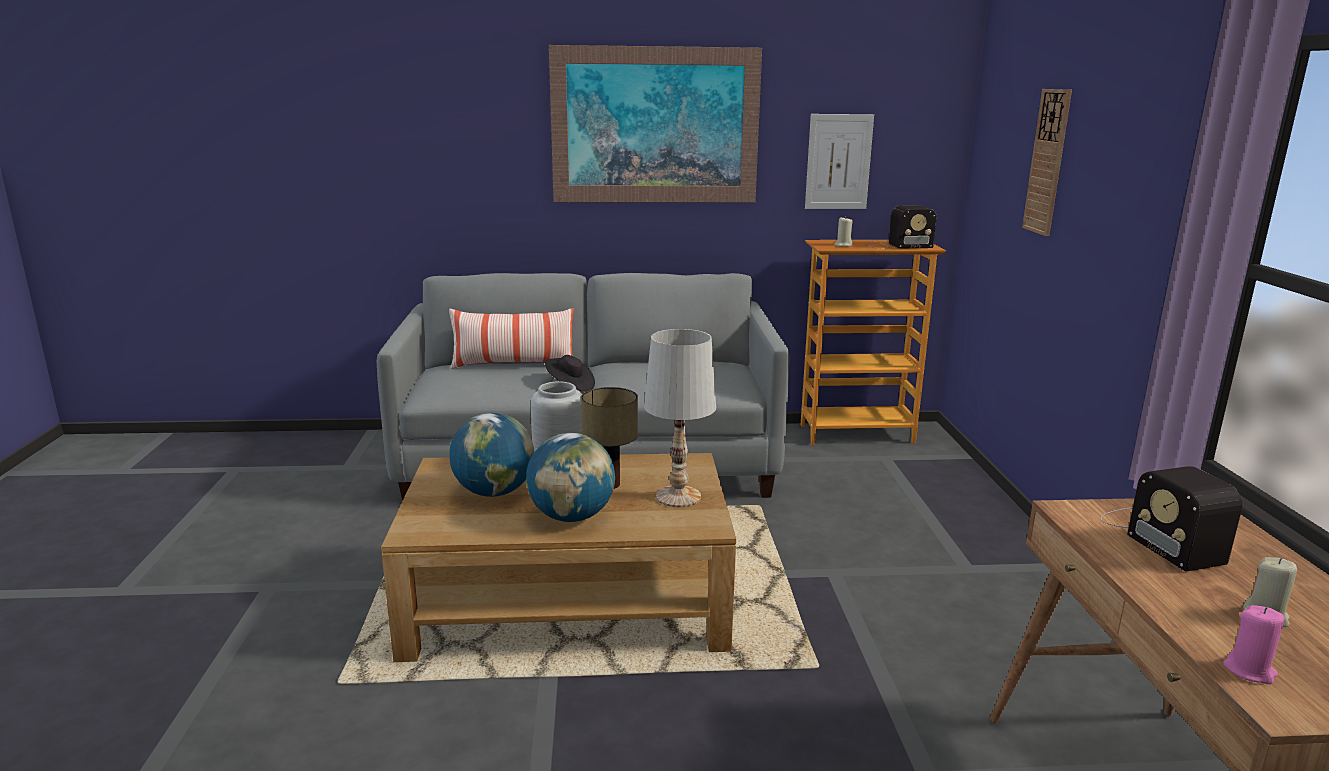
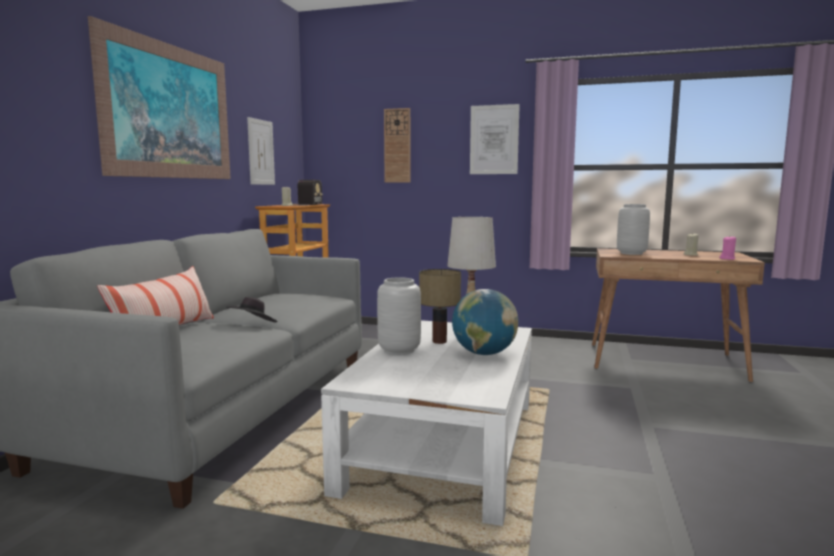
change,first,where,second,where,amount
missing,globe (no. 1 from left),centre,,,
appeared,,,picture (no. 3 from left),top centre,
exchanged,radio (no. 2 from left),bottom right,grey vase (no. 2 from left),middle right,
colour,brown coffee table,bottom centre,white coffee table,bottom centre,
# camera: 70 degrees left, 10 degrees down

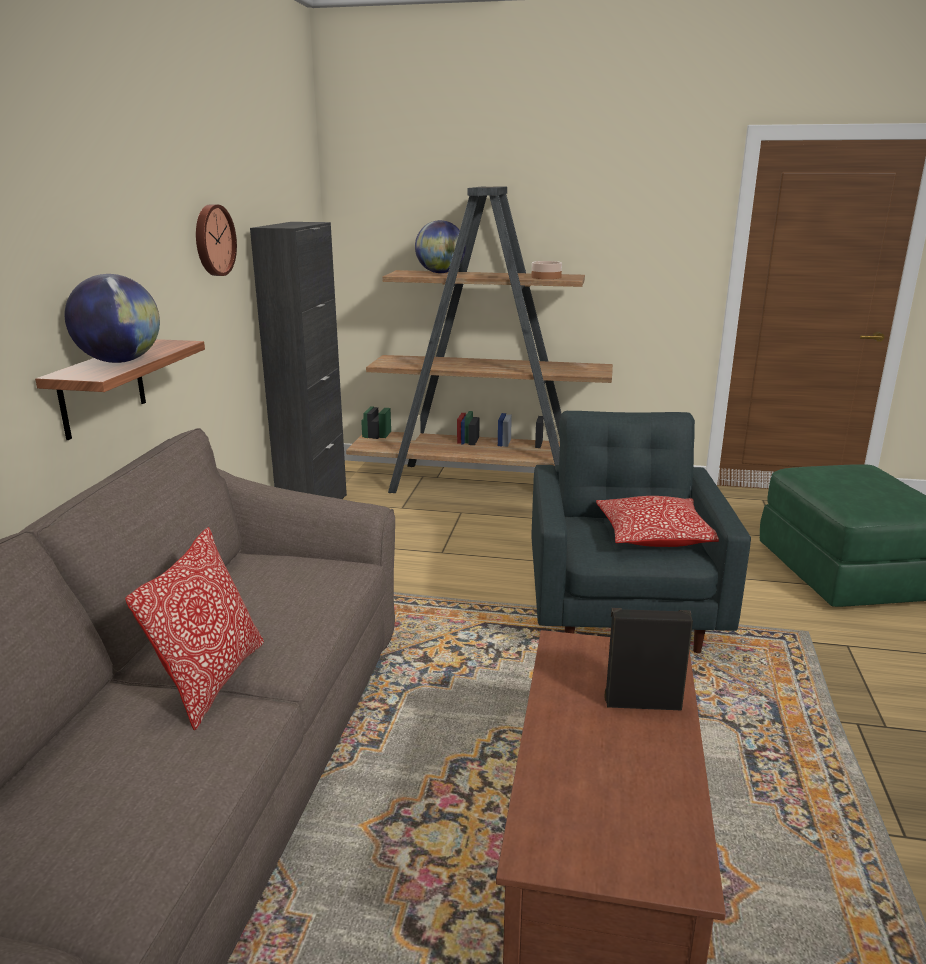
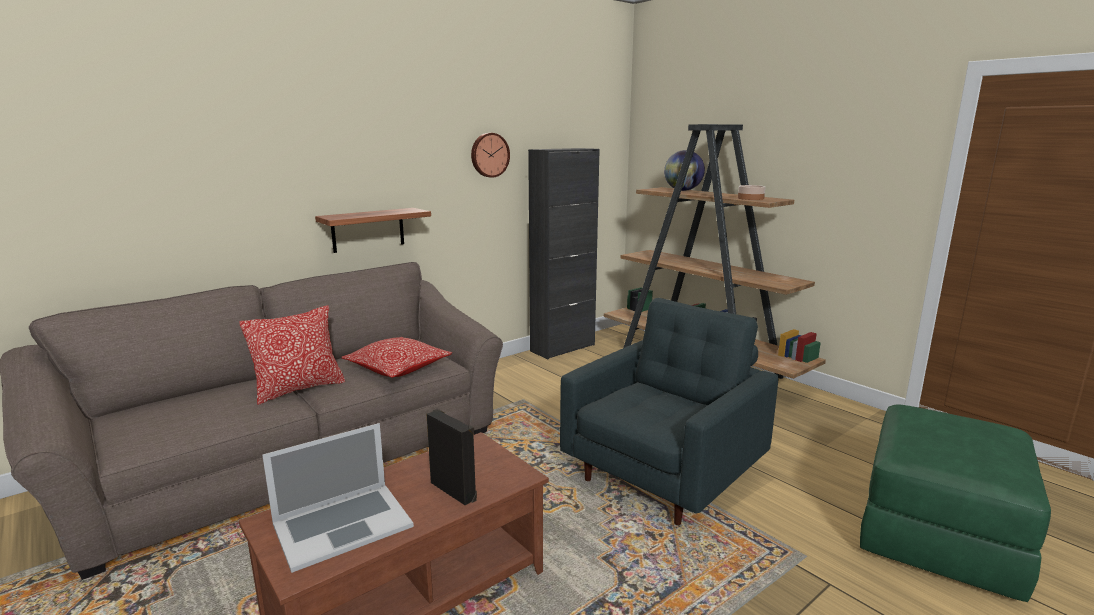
change,first,where,second,where,amount
missing,globe (no. 1 from left),top left,,,
appeared,,,laptop,bottom left,
relocated,pillow (no. 2 from left),middle right,,centre,
# camera: 40 degrees right, 5 degrees down

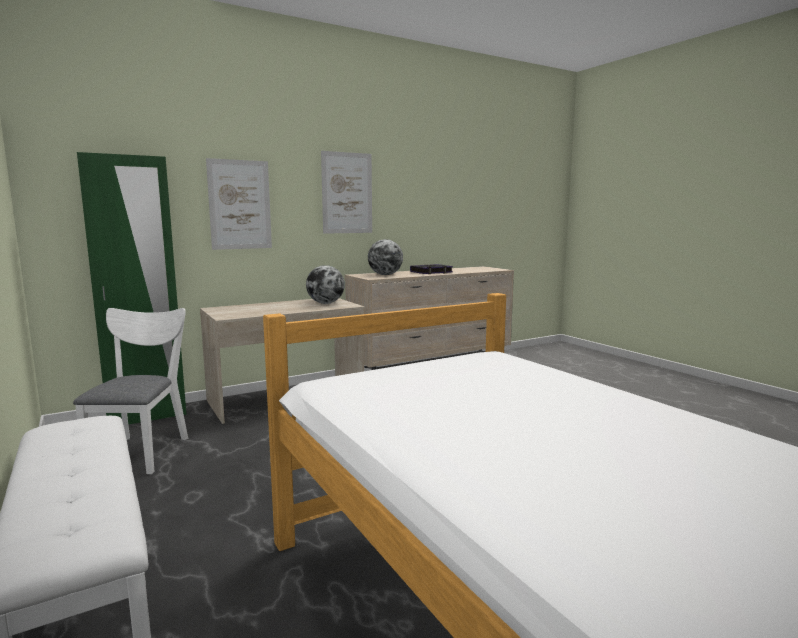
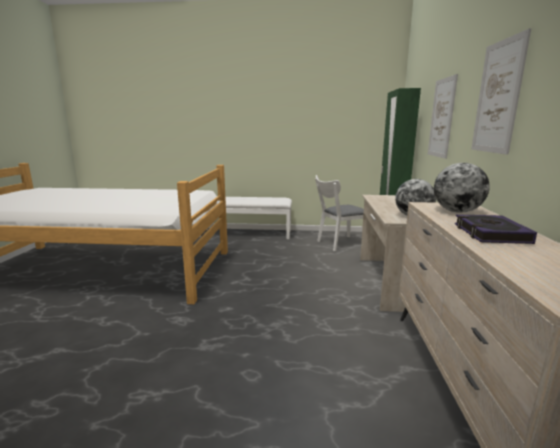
change,first,where,second,where,amount
spun,white chair,middle left,,centre,120 degrees clockwise
# camera: 125 degrees right, 5 degrees up

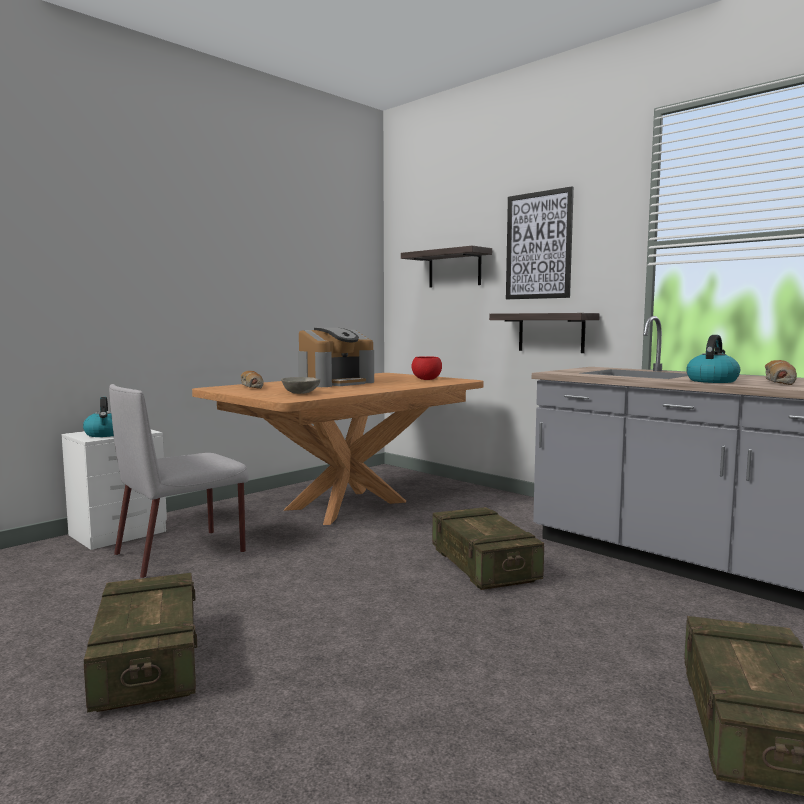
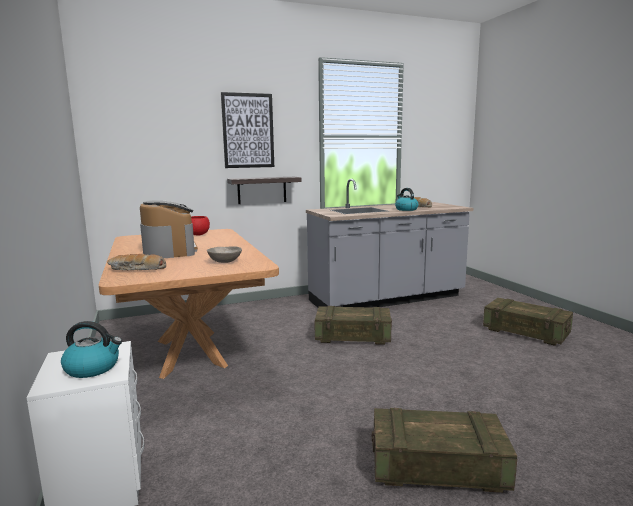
change,first,where,second,where,amount
missing,grey chair,middle left,,,
missing,shelf (no. 1 from left),top centre,,,
# camera: 65 degrees left, 5 degrees up

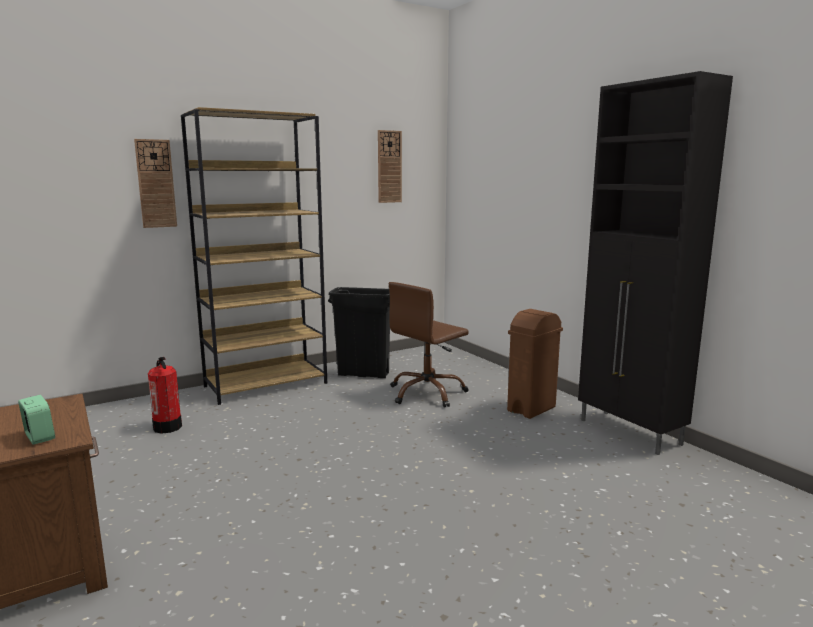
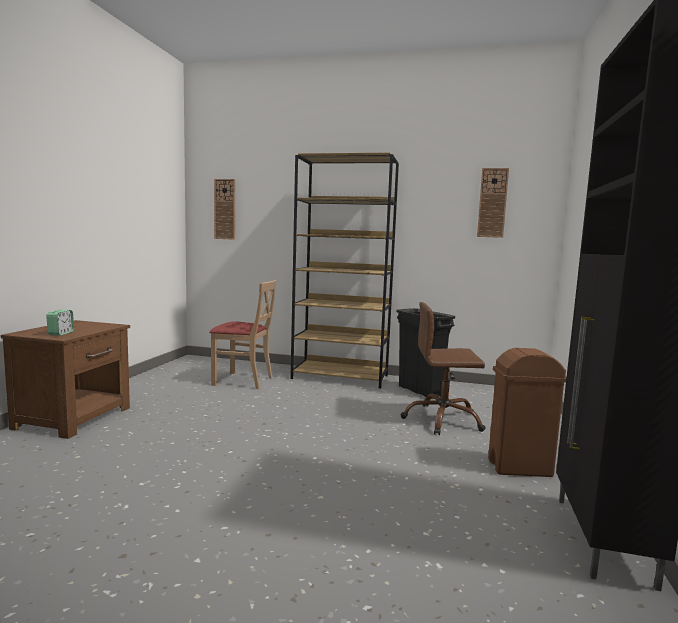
change,first,where,second,where,amount
relocated,wall clock (no. 1 from left),top left,,middle left,
exchanged,fire extinguisher,middle left,beige chair,centre,
# camera: 45 degrees right, 5 degrees down

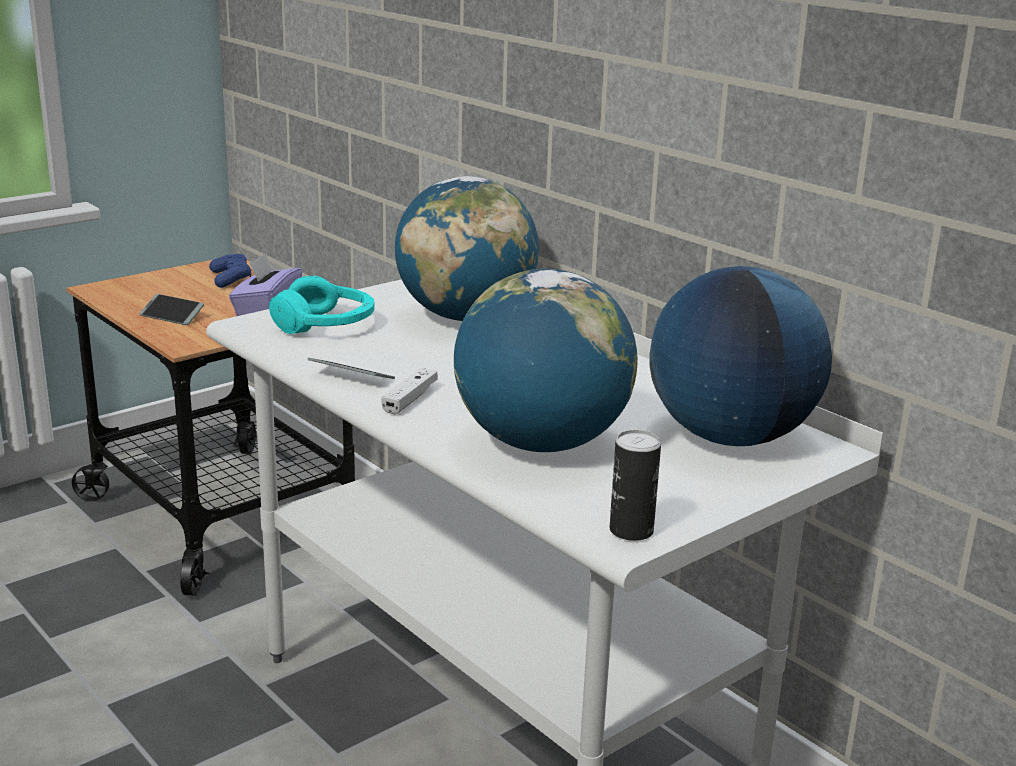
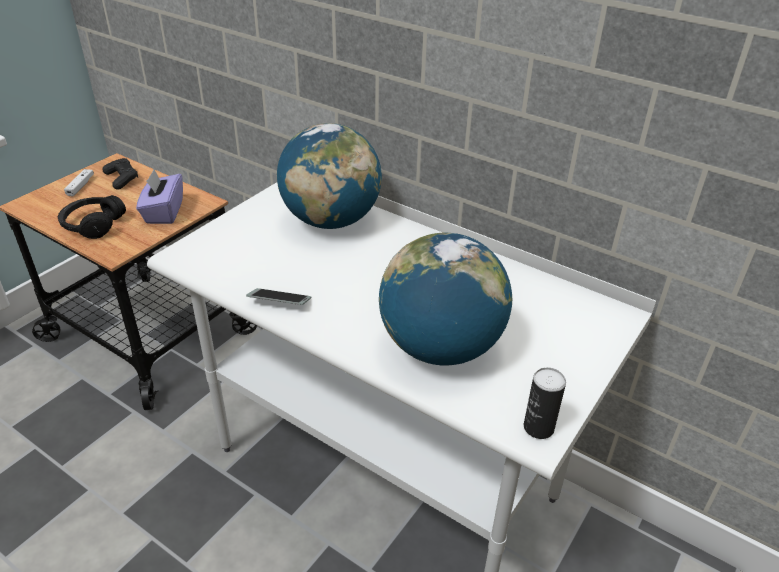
change,first,where,second,where,amount
missing,turquoise headphones,middle left,,,
missing,globe (no. 3 from left),middle right,,,
relocated,white game controller,centre,,top left,
exchanged,phone (no. 1 from left),middle left,black headphones,middle left,
colour,blue game controller,middle left,black game controller,top left,
# camera: 15 degrees left, 15 degrees up

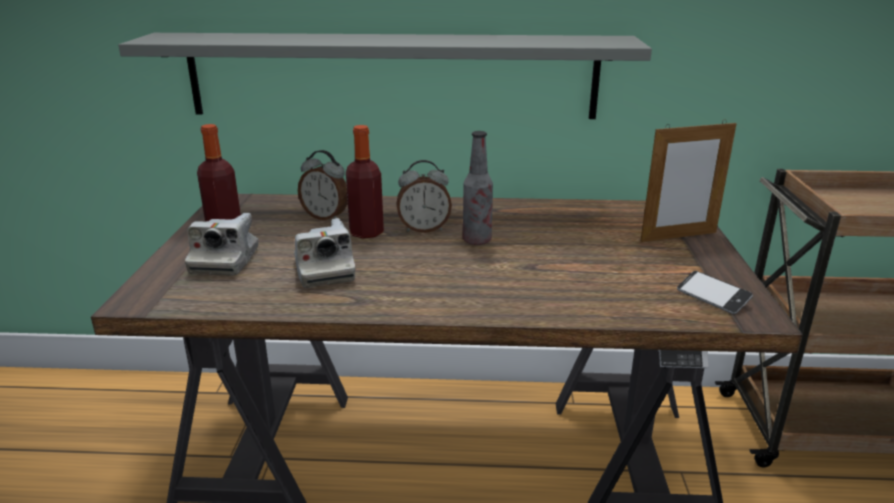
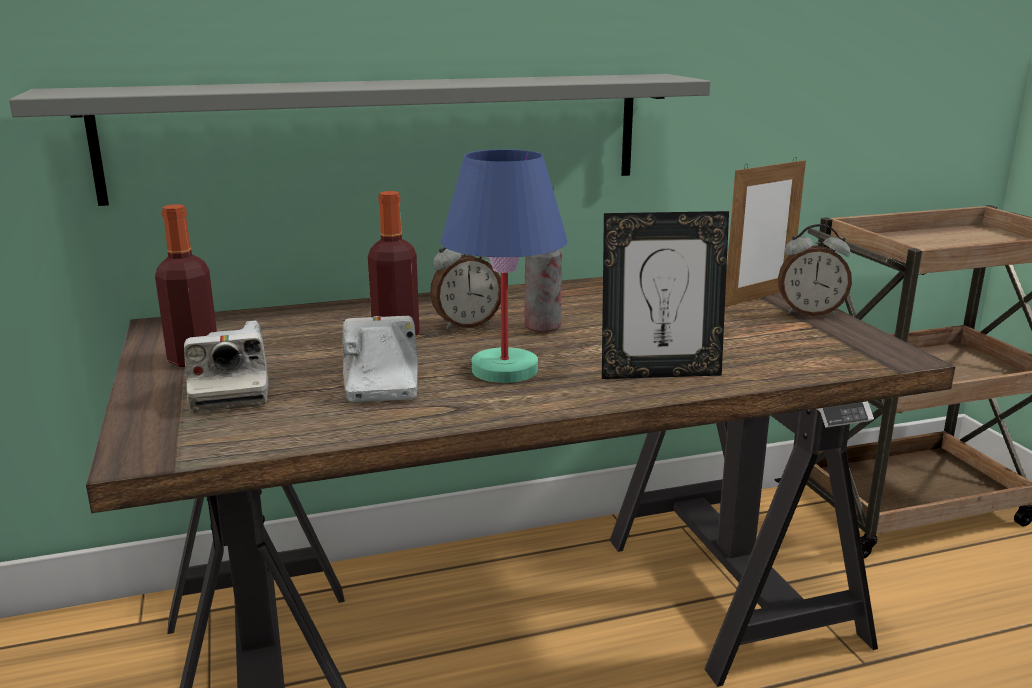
change,first,where,second,where,amount
missing,phone,middle right,,,
appeared,,,blue table lamp,centre,
appeared,,,picture frame (no. 1 from left),centre,
relocated,alarm clock (no. 1 from left in the first image),centre,alarm clock (no. 2 from left),middle right,
spun,photo camera (no. 2 from left),centre,,centre,150 degrees counterclockwise
# camera: 20 degrees left, 5 degrees down

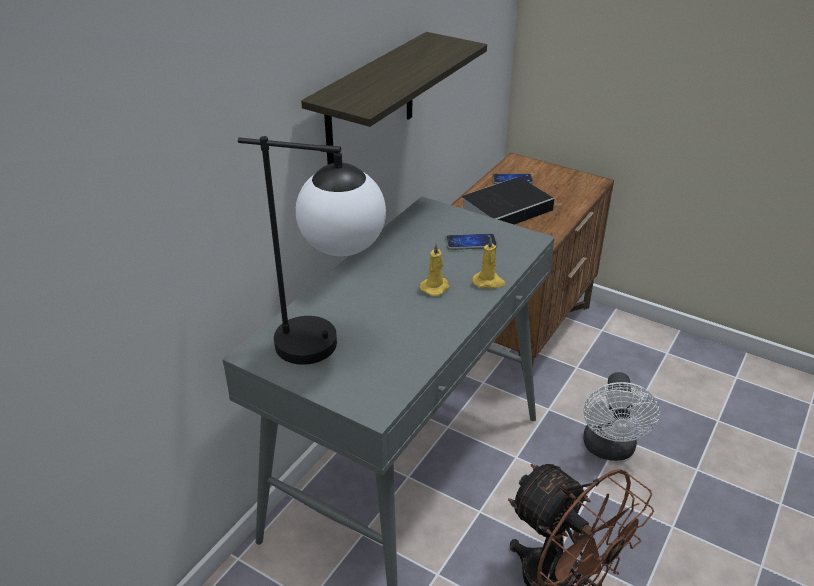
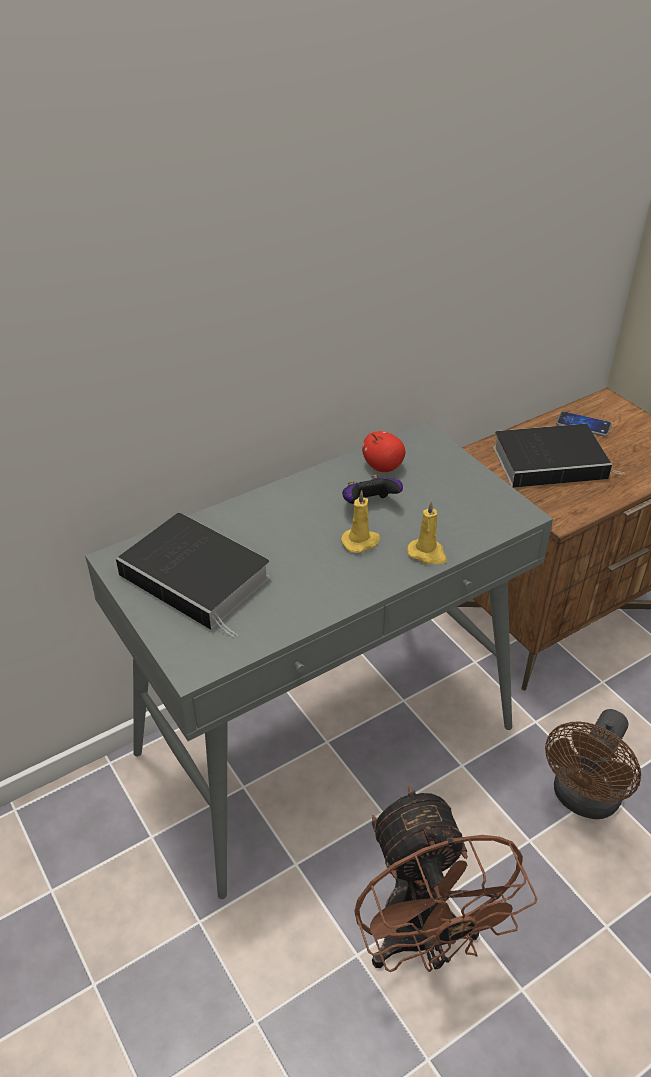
change,first,where,second,where,amount
missing,shelf,top centre,,,
missing,phone (no. 1 from left),centre,,,
appeared,,,game controller,centre,
appeared,,,apple,centre,
exchanged,table lamp,centre,book (no. 1 from left),middle left,
colour,white fan,bottom right,brown fan (no. 2 from left),bottom right,
# camera: 25 degrees right, 5 degrees up

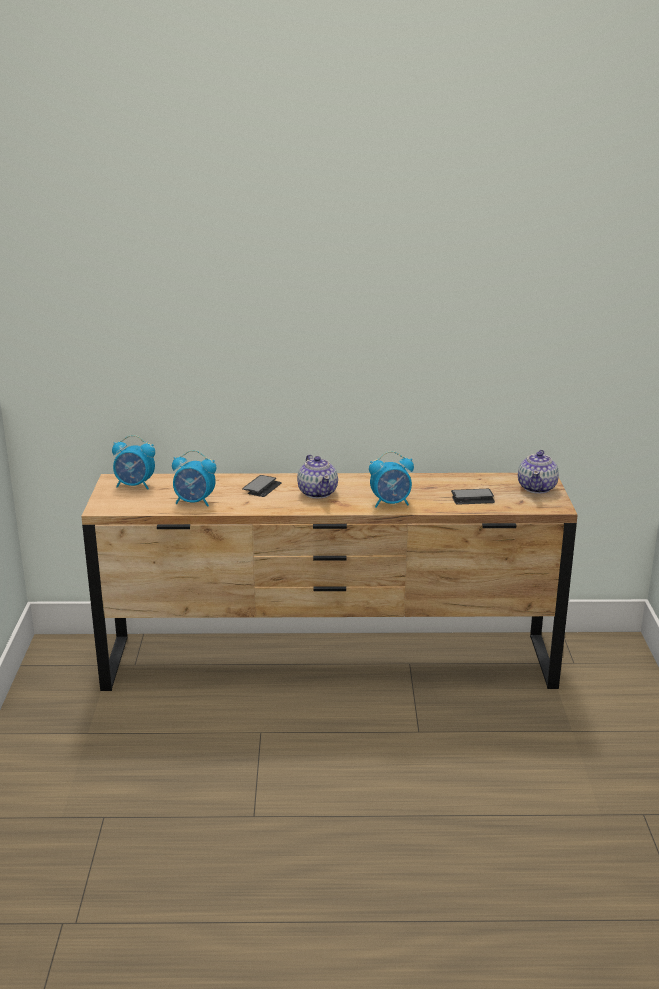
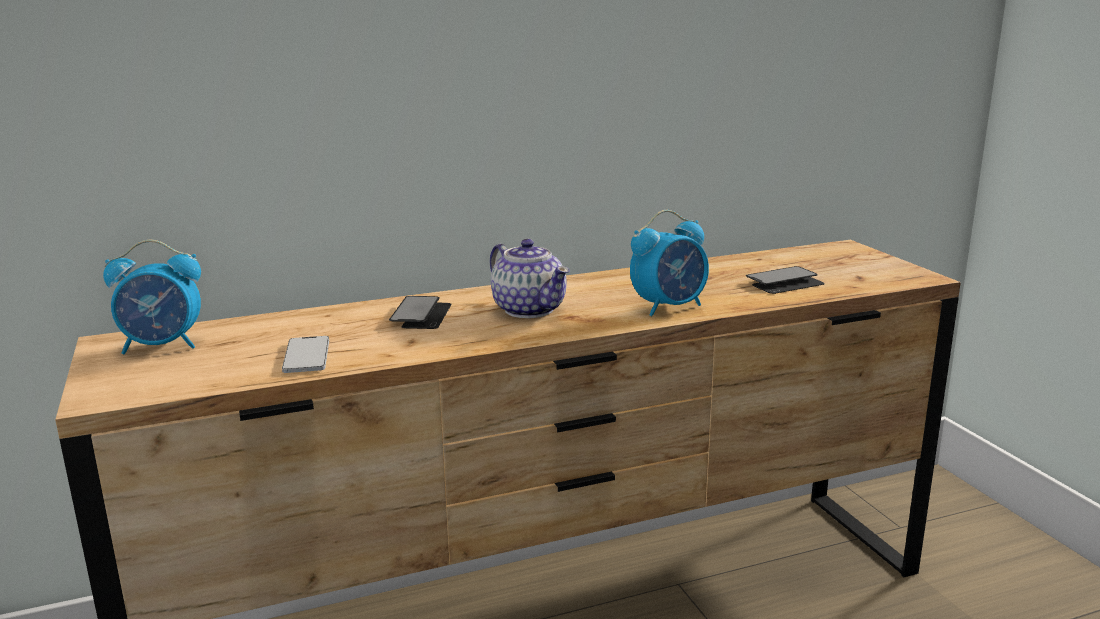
change,first,where,second,where,amount
missing,teapot (no. 2 from left),middle right,,,
exchanged,alarm clock (no. 2 from left),middle left,phone (no. 1 from left),middle left,
# camera: 20 degrees left, 5 degrees down

